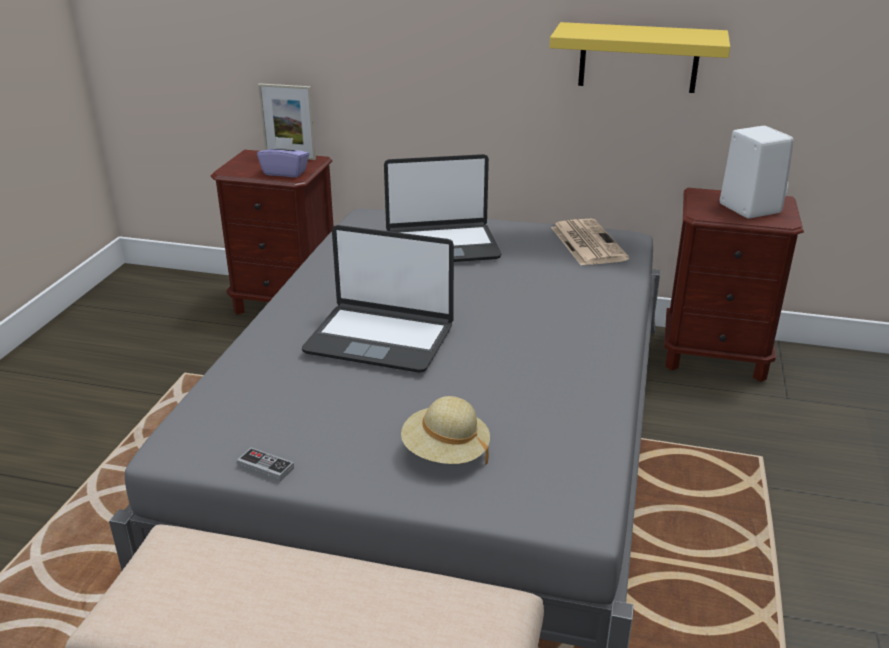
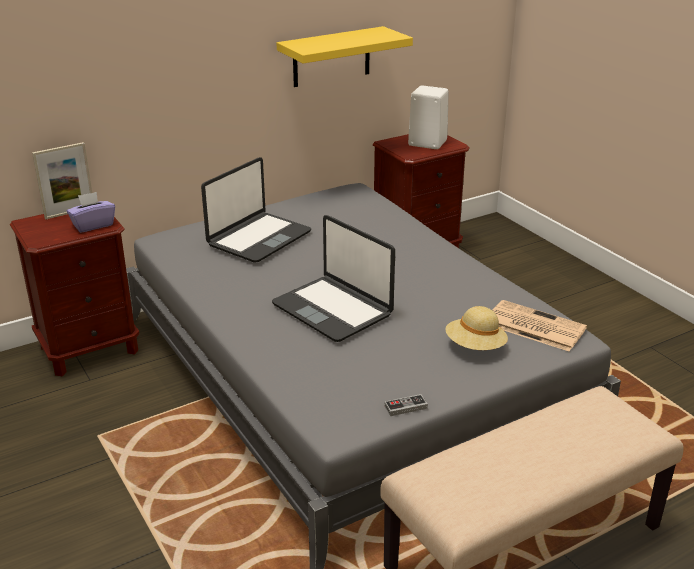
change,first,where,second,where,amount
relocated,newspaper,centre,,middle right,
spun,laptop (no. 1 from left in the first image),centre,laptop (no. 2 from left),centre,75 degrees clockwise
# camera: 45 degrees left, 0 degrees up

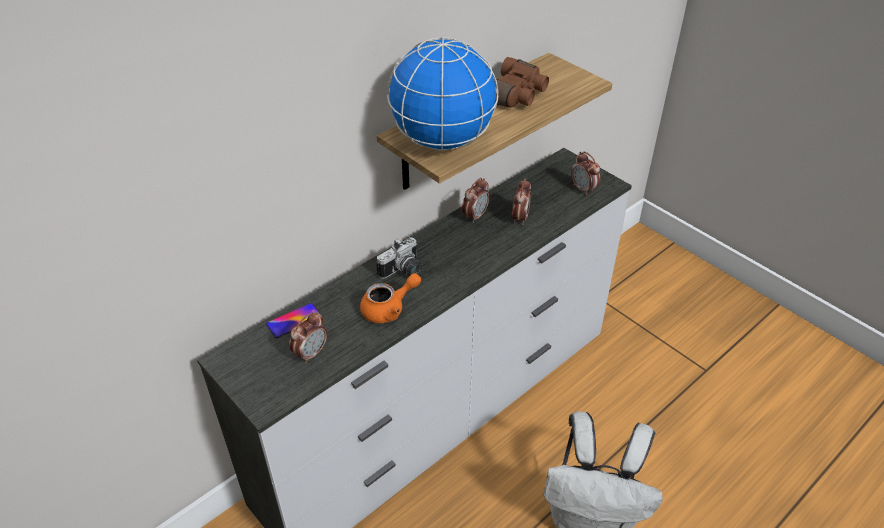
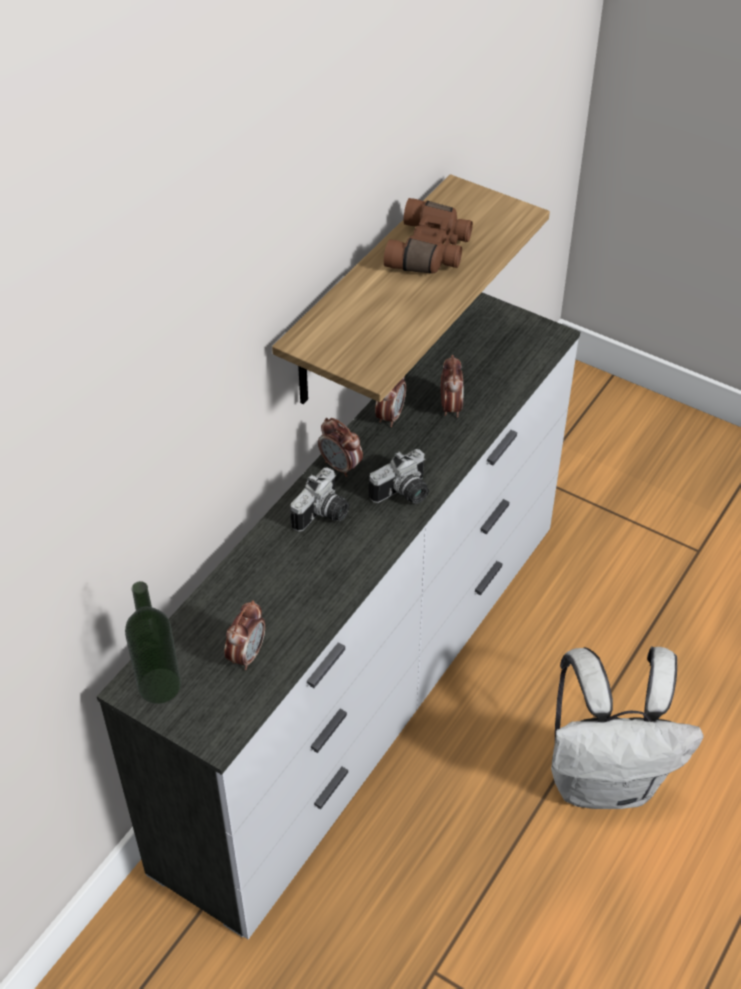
change,first,where,second,where,amount
missing,phone,middle left,,,
missing,orange teapot,centre,,,
missing,globe,top centre,,,
appeared,,,bottle,middle left,
appeared,,,photo camera (no. 2 from left),centre,
relocated,alarm clock (no. 4 from left in the first image),top centre,alarm clock (no. 2 from left),centre,
# camera: 15 degrees left, 5 degrees up

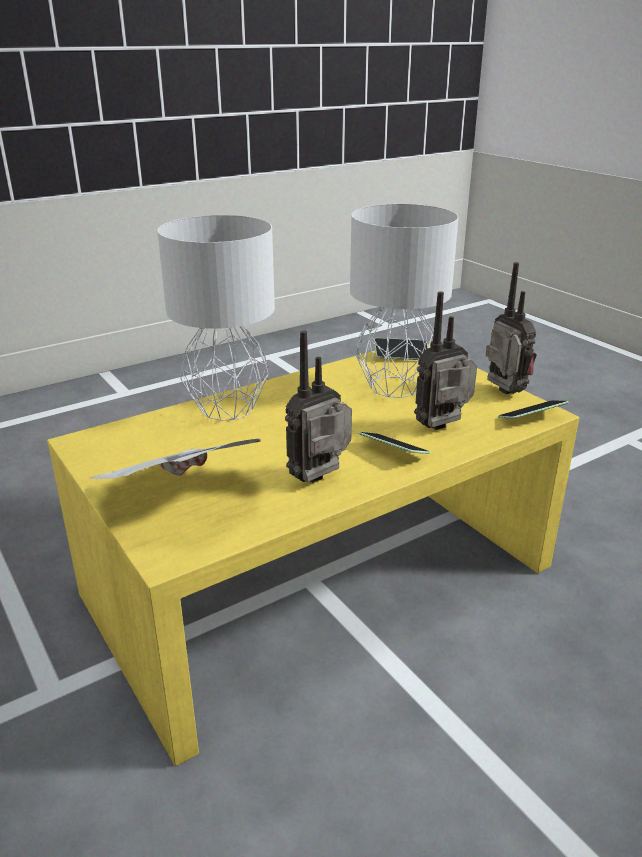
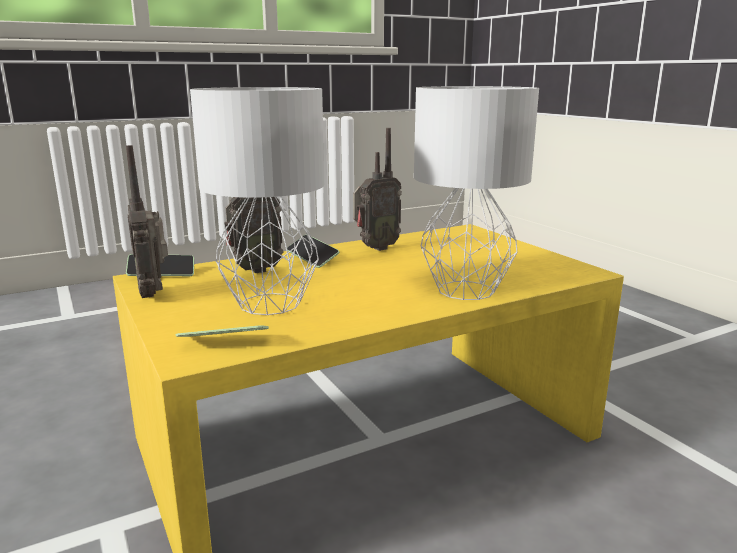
change,first,where,second,where,amount
missing,newspaper,middle left,,,
# camera: 175 degrees left, 10 degrees down

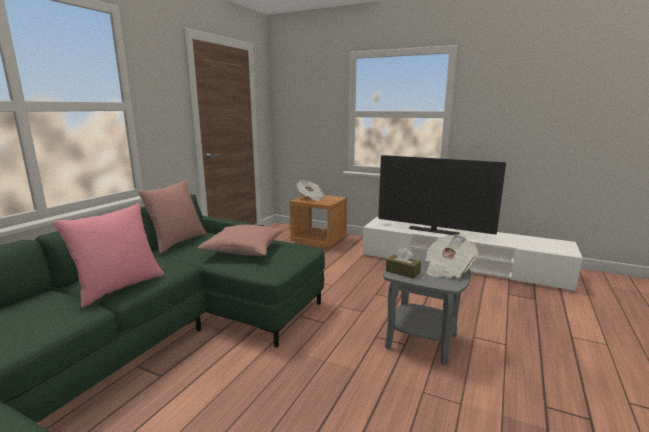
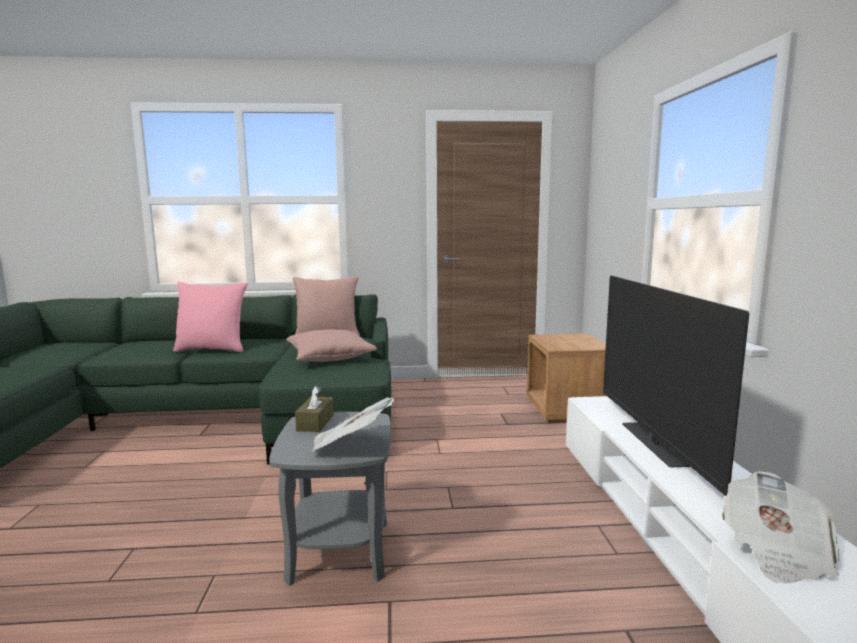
change,first,where,second,where,amount
relocated,newspaper (no. 1 from left in the first image),centre,newspaper (no. 2 from left),bottom right,
# camera: 60 degrees right, 5 degrees down

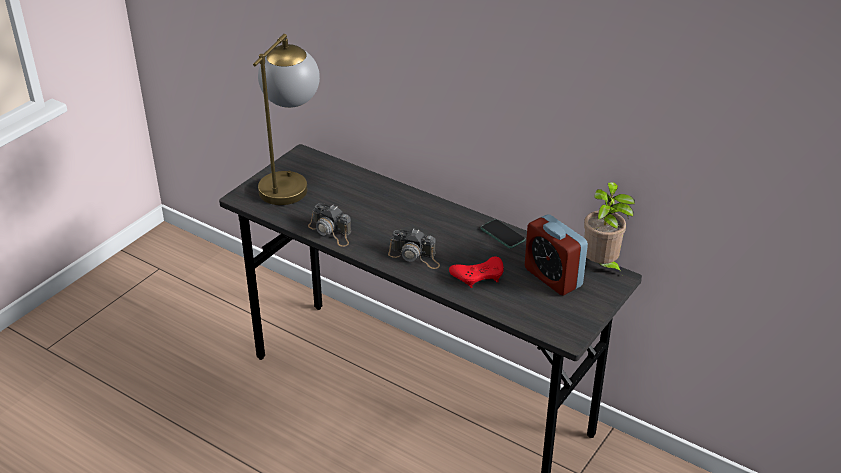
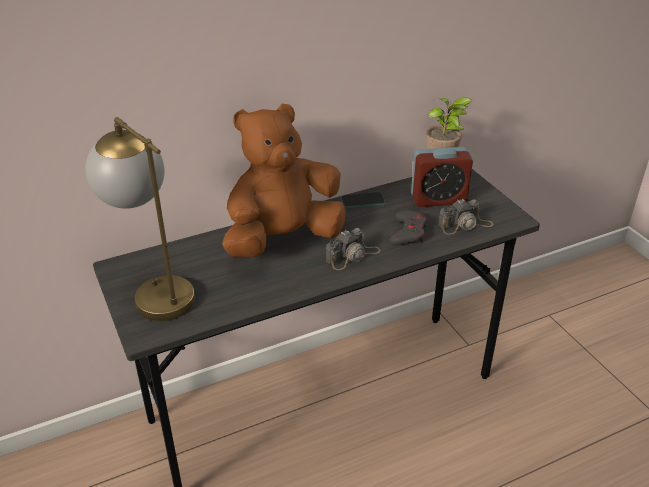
change,first,where,second,where,amount
appeared,,,brown plush toy,centre,
relocated,photo camera (no. 1 from left in the first image),centre,photo camera (no. 2 from left),middle right,
colour,red game controller,centre,grey game controller,centre,
# camera: 60 degrees left, 0 degrees up

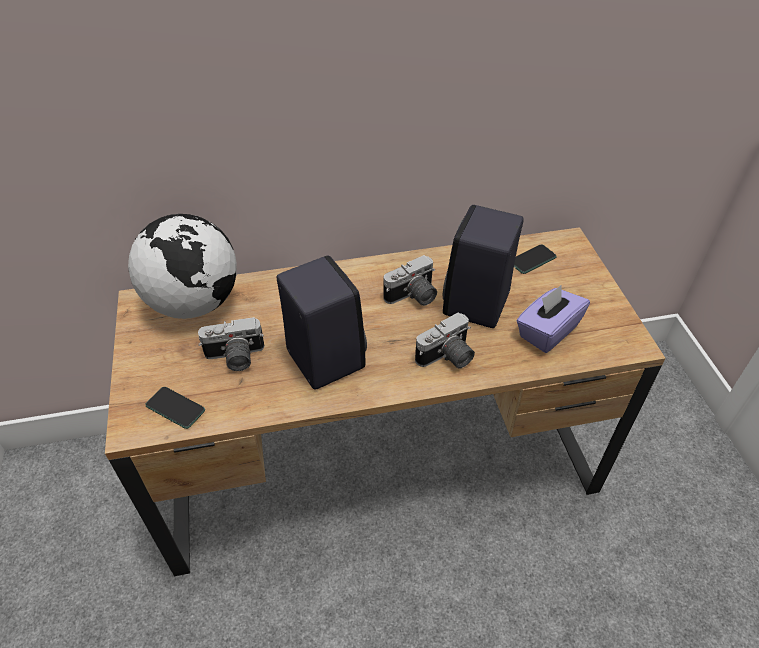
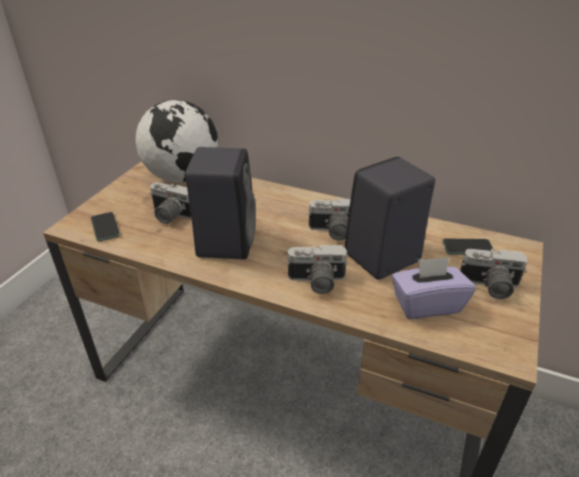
change,first,where,second,where,amount
appeared,,,photo camera (no. 4 from left),middle right,
# camera: 35 degrees right, 10 degrees down

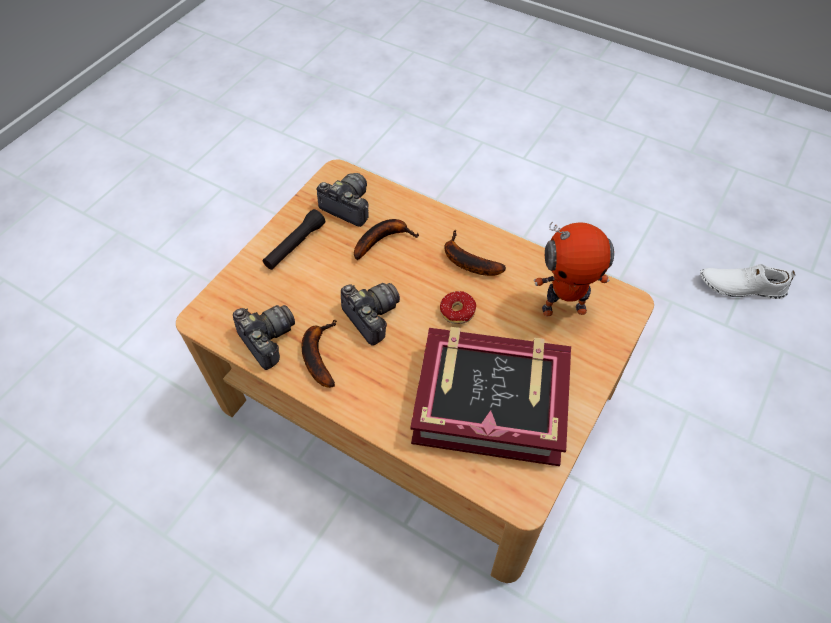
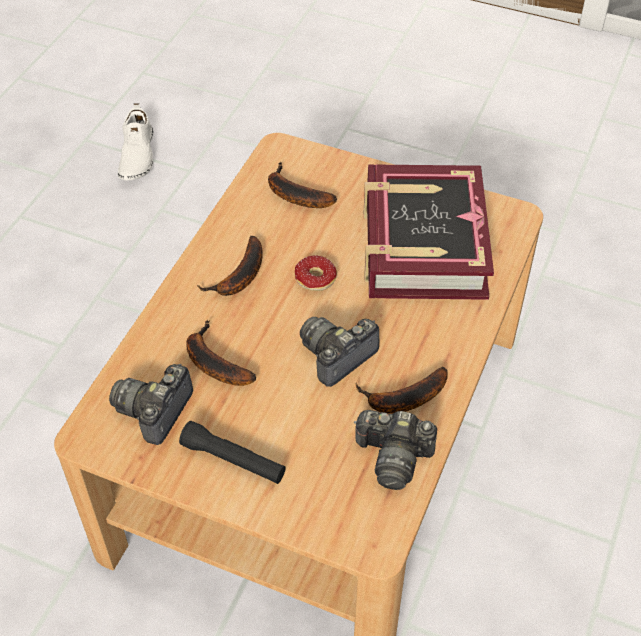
change,first,where,second,where,amount
exchanged,toy robot,middle right,banana (no. 3 from left),top centre,
spun,photo camera (no. 1 from left in the first image),middle left,photo camera (no. 3 from left),bottom centre,120 degrees counterclockwise
# camera: 100 degrees left, 5 degrees down

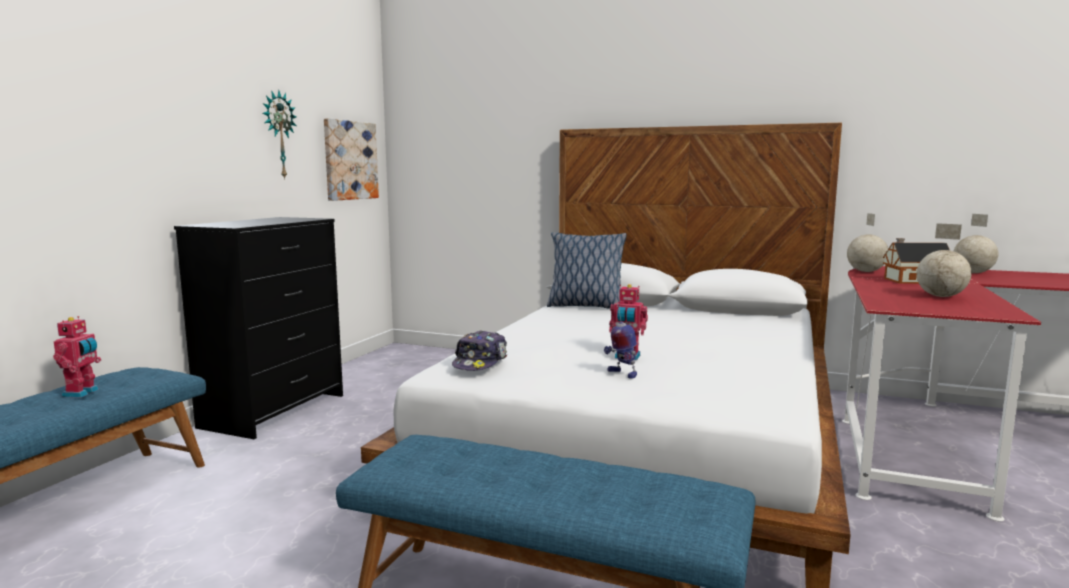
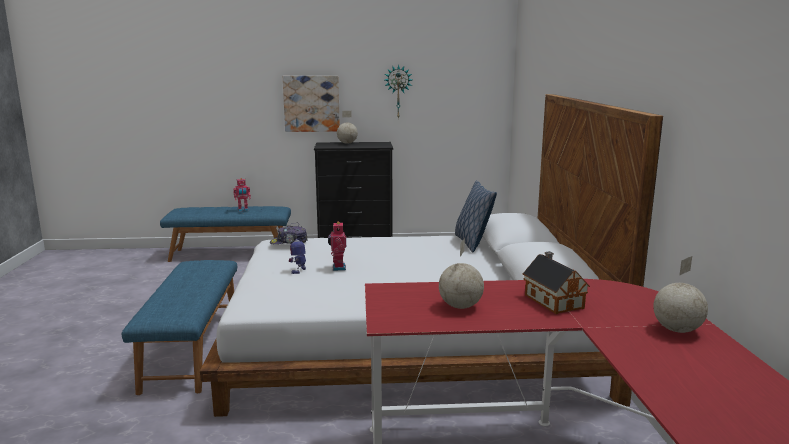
change,first,where,second,where,amount
relocated,picture,top left,,top centre,
relocated,globe (no. 1 from left),middle right,,top centre,
# camera: 65 degrees right, 5 degrees up

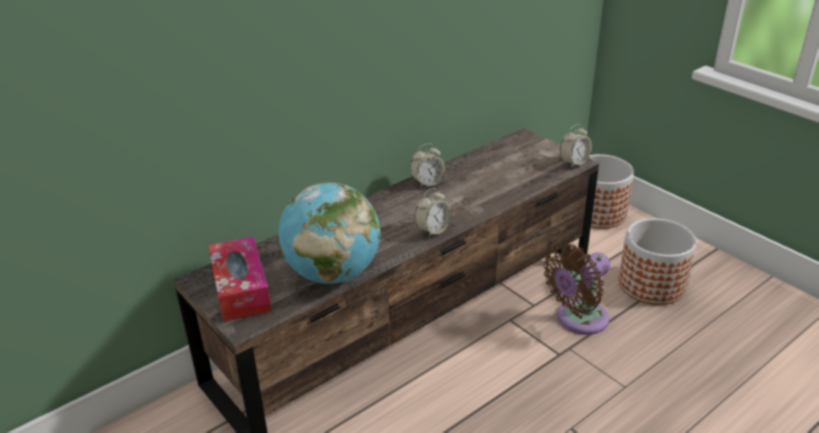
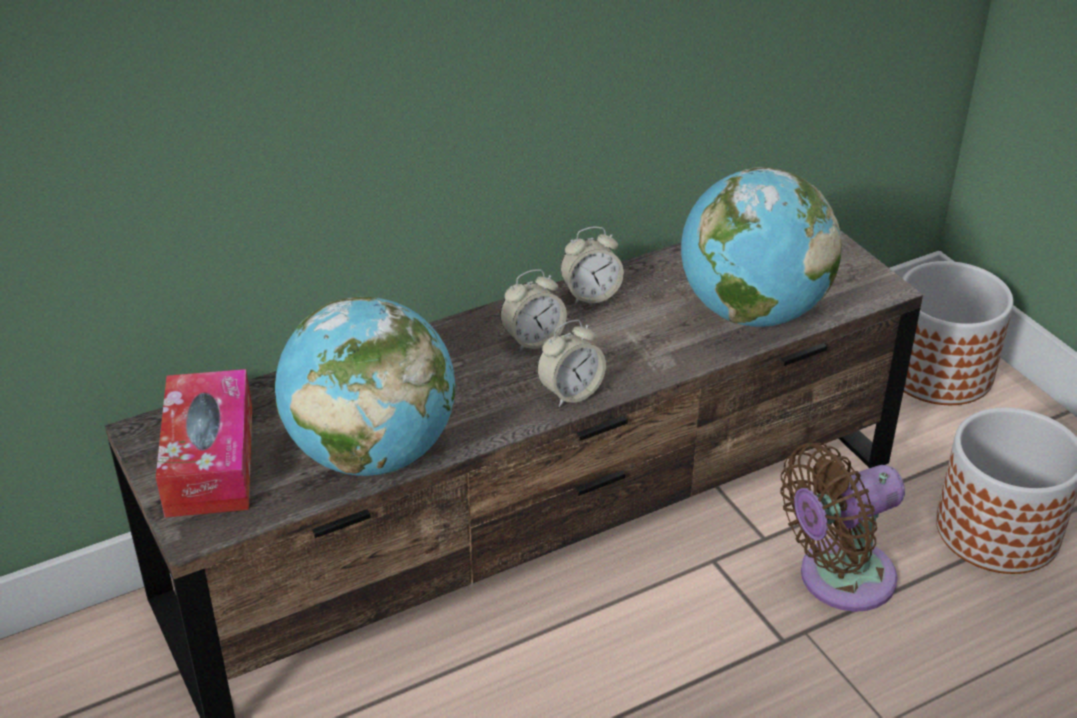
change,first,where,second,where,amount
appeared,,,globe (no. 2 from left),middle right,
relocated,alarm clock (no. 3 from left in the first image),middle right,alarm clock (no. 1 from left),centre,
# camera: 10 degrees right, 5 degrees up

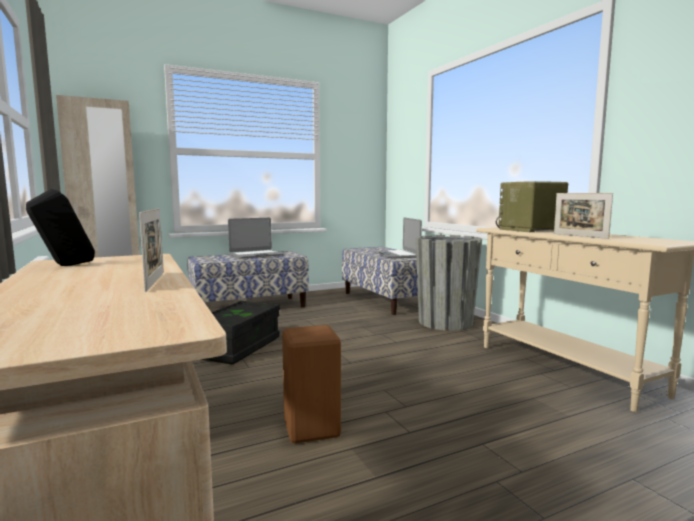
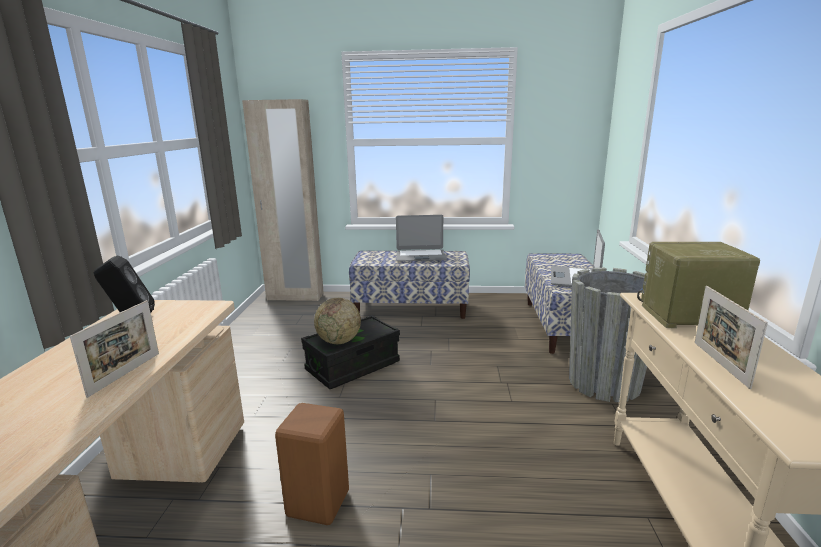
change,first,where,second,where,amount
appeared,,,globe,centre,
# camera: 30 degrees right, 10 degrees up

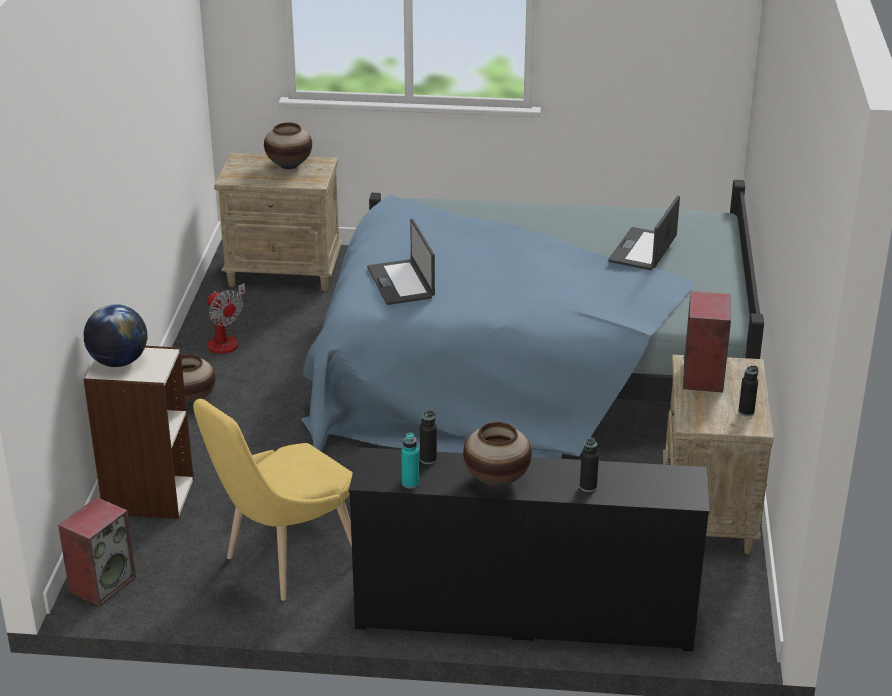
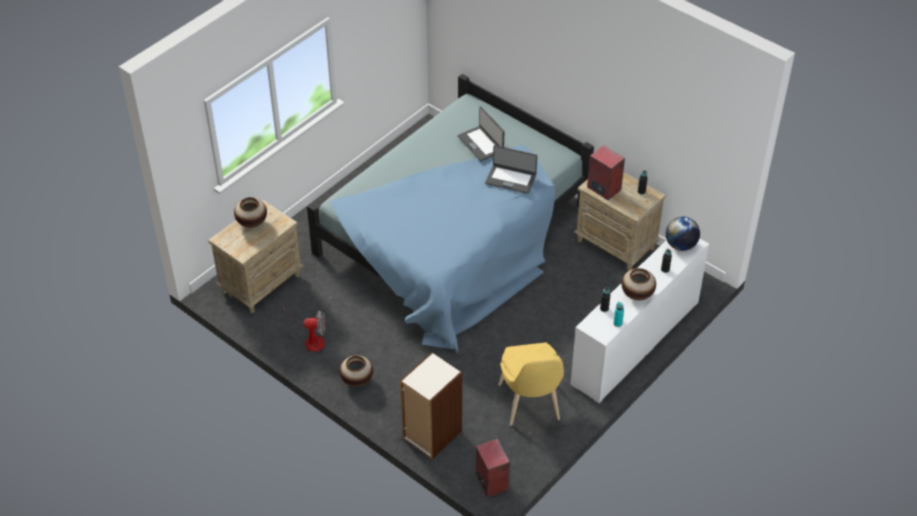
change,first,where,second,where,amount
relocated,globe,middle left,,middle right,
relocated,laptop (no. 1 from left in the first image),centre,laptop (no. 2 from left),top centre,
colour,black dresser,bottom centre,white dresser,middle right,
# camera: 55 degrees left, 15 degrees up

